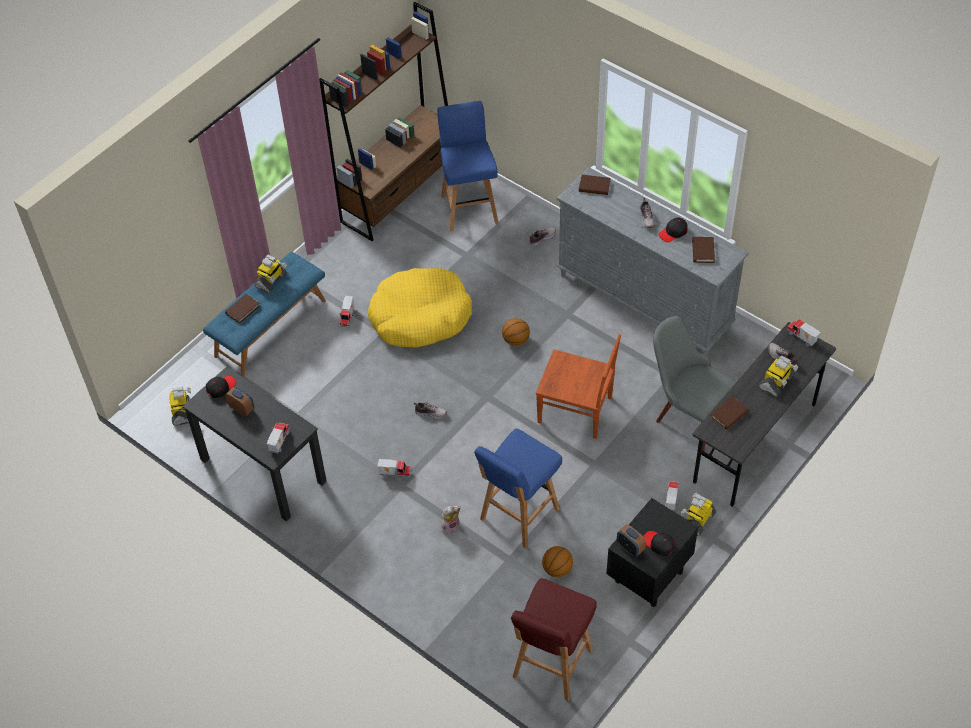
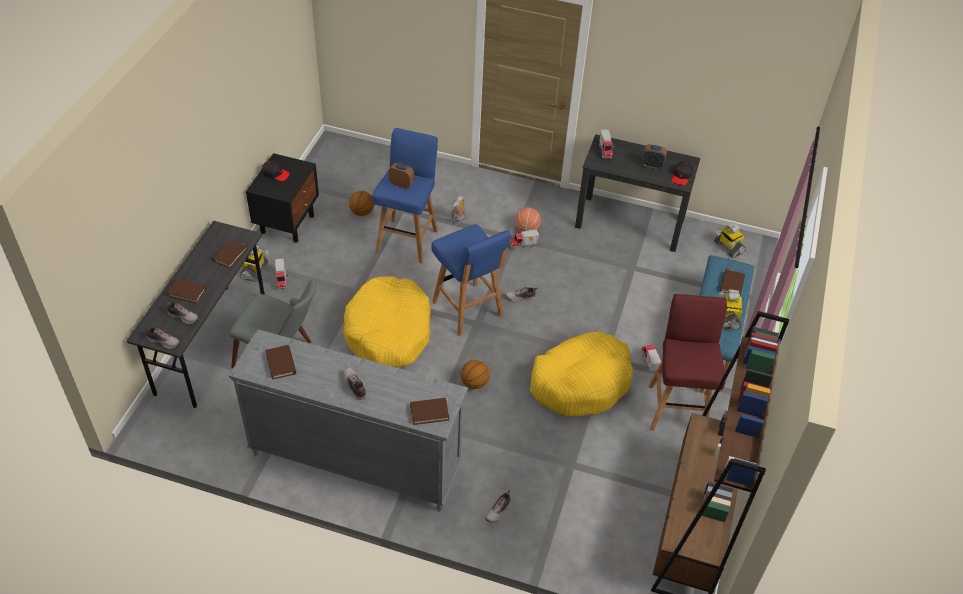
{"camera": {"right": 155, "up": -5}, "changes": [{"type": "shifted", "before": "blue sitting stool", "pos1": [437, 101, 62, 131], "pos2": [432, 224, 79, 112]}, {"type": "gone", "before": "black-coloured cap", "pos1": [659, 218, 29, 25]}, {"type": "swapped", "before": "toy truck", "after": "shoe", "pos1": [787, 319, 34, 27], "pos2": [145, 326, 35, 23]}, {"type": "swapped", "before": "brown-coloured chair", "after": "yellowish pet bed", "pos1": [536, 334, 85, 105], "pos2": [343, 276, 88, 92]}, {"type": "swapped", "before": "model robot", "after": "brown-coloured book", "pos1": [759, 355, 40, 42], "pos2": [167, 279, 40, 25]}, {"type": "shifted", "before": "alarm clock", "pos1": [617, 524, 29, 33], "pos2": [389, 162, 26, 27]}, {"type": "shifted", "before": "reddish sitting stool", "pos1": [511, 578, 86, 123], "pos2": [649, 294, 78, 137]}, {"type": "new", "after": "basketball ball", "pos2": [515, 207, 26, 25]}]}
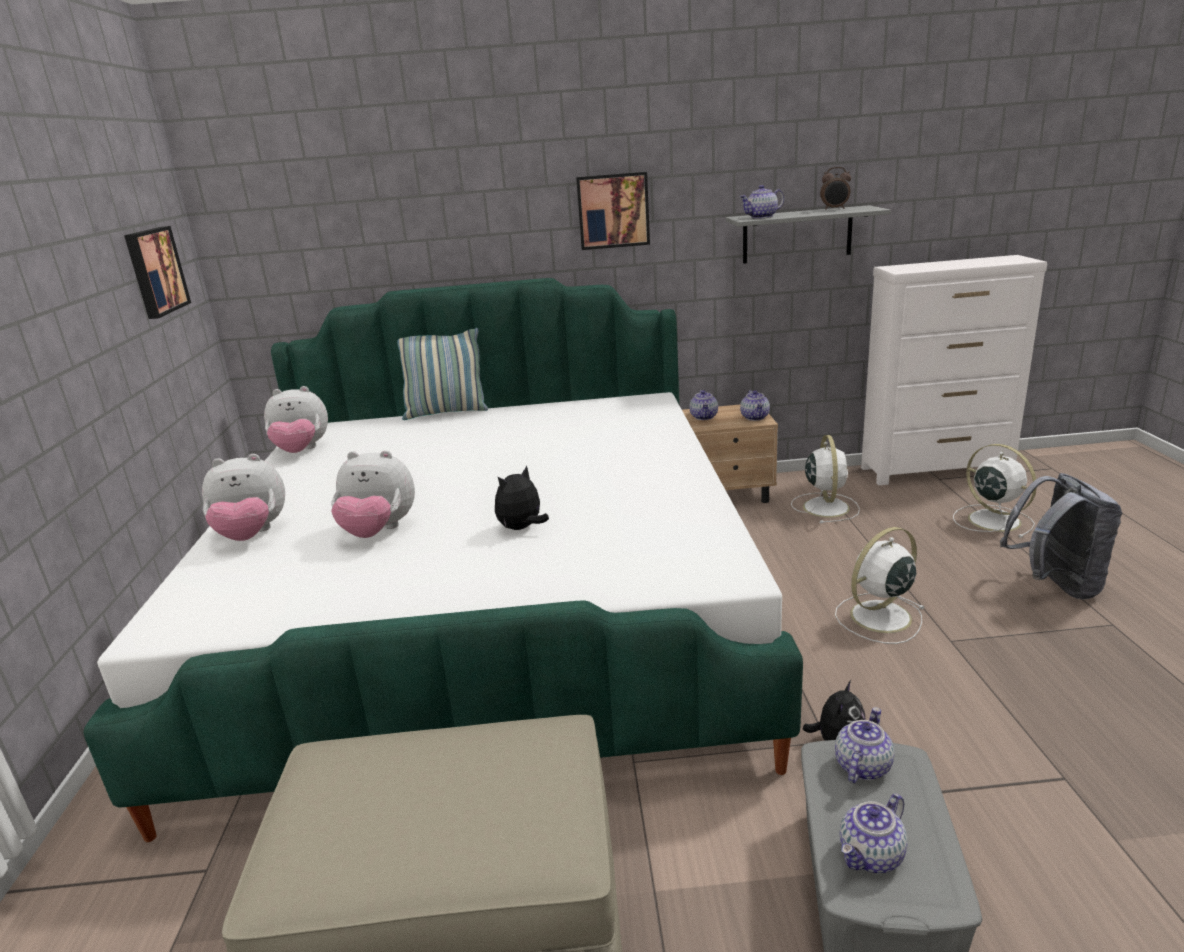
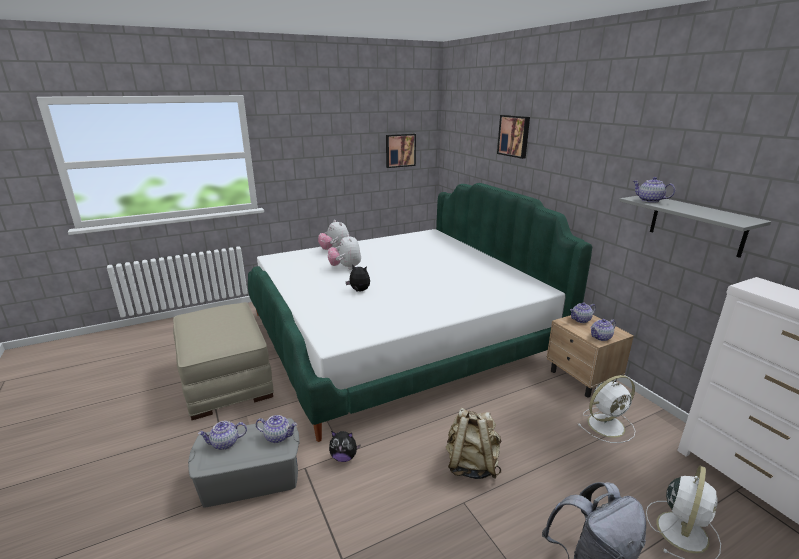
{"camera": {"right": 65, "up": 0}, "changes": [{"type": "gone", "before": "alarm clock", "pos1": [820, 167, 31, 43]}, {"type": "shifted", "before": "picture", "pos1": [576, 172, 74, 78], "pos2": [497, 115, 33, 44]}, {"type": "gone", "before": "pillow", "pos1": [397, 328, 91, 92]}, {"type": "gone", "before": "soft toy", "pos1": [264, 386, 64, 67]}, {"type": "swapped", "before": "white-coloured electric fan", "after": "beige knapsack", "pos1": [835, 527, 90, 117], "pos2": [446, 408, 55, 71]}, {"type": "rotated", "before": "teapot", "pos1": [840, 793, 67, 80], "pos2": [198, 421, 49, 29], "turn": -45}]}
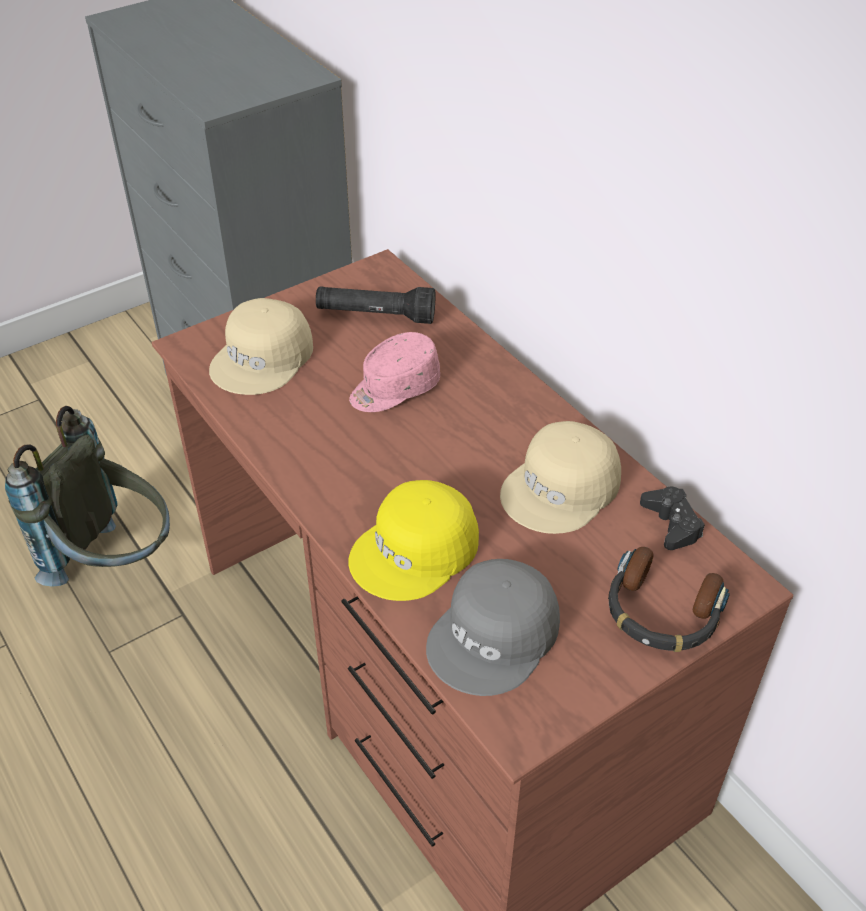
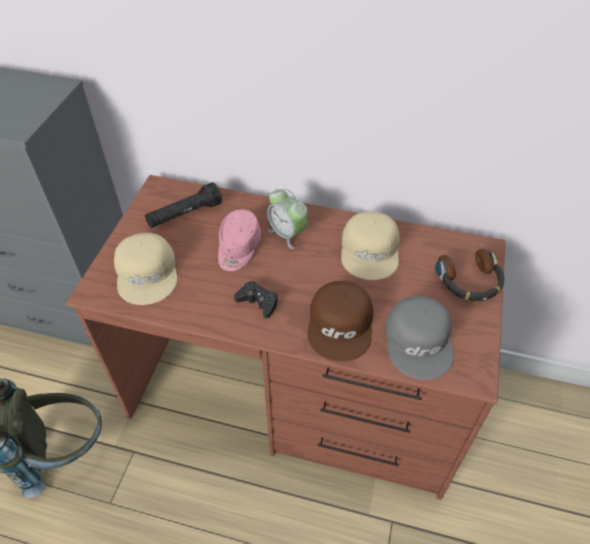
{"camera": {"right": -40, "up": 5}, "changes": [{"type": "repainted", "before": "yellowish cap", "after": "brown-coloured cap", "pos1": [348, 480, 131, 121], "pos2": [307, 281, 67, 81]}, {"type": "shifted", "before": "black-coloured game controller", "pos1": [640, 487, 65, 63], "pos2": [234, 281, 44, 37]}, {"type": "new", "after": "alarm clock", "pos2": [267, 189, 41, 60]}]}
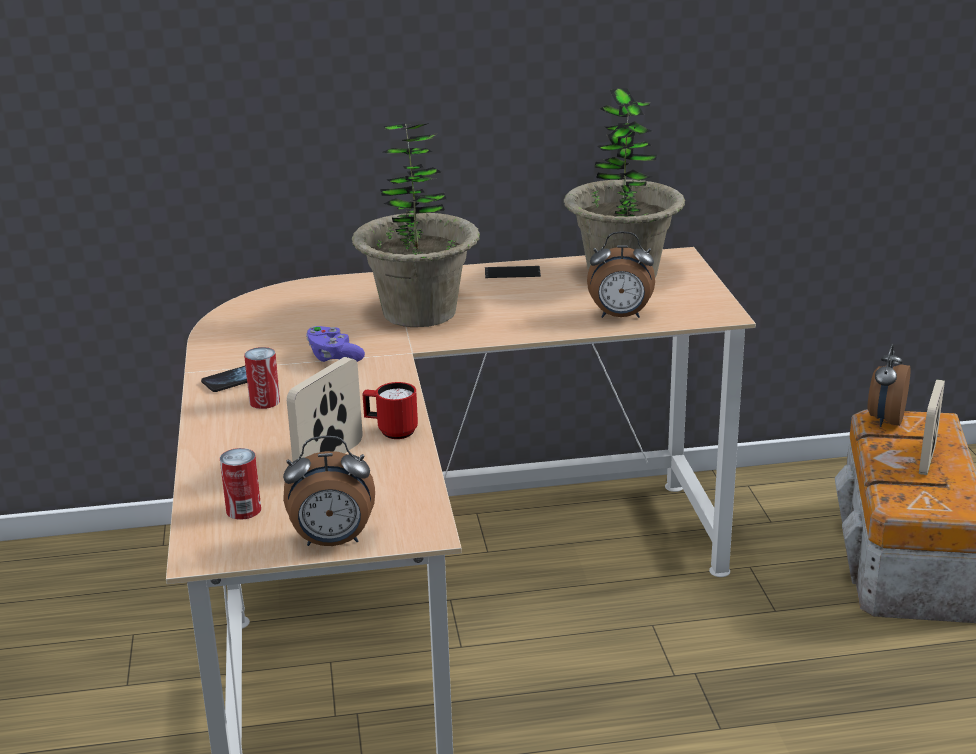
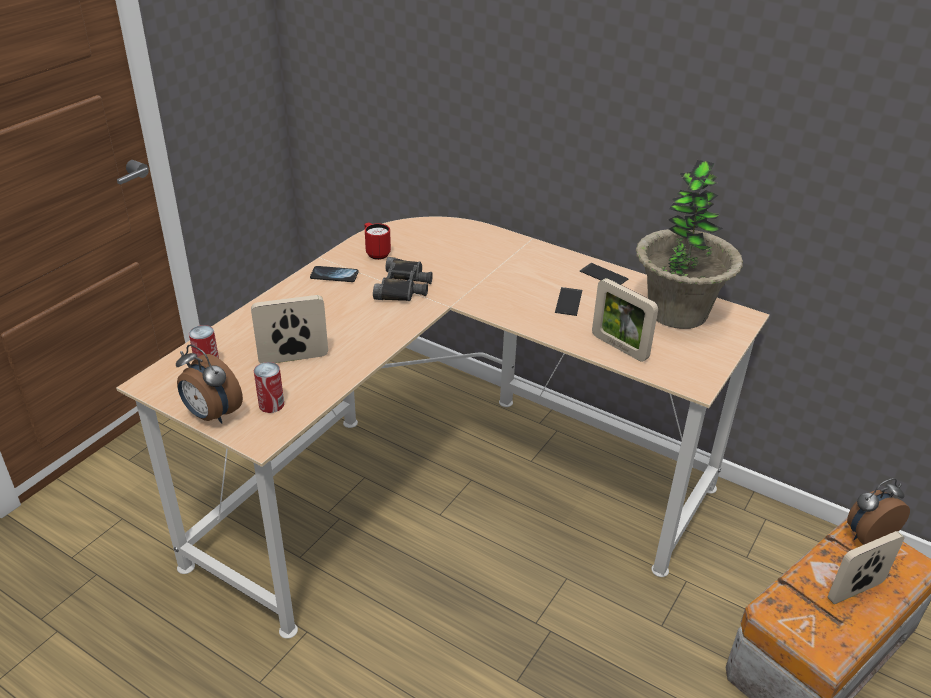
{"camera": {"right": 40, "up": 10}, "changes": [{"type": "gone", "before": "potted plant", "pos1": [352, 123, 128, 204]}, {"type": "swapped", "before": "alarm clock", "after": "photo frame", "pos1": [587, 231, 68, 87], "pos2": [592, 278, 66, 84]}, {"type": "swapped", "before": "purple-coloured game controller", "after": "black-coloured field glasses", "pos1": [306, 326, 59, 36], "pos2": [373, 257, 60, 44]}, {"type": "shifted", "before": "metal can", "pos1": [244, 347, 36, 62], "pos2": [254, 362, 30, 51]}, {"type": "shifted", "before": "reddish coffee mug", "pos1": [362, 382, 56, 57], "pos2": [364, 222, 27, 38]}, {"type": "new", "after": "phone", "pos2": [555, 287, 27, 29]}]}
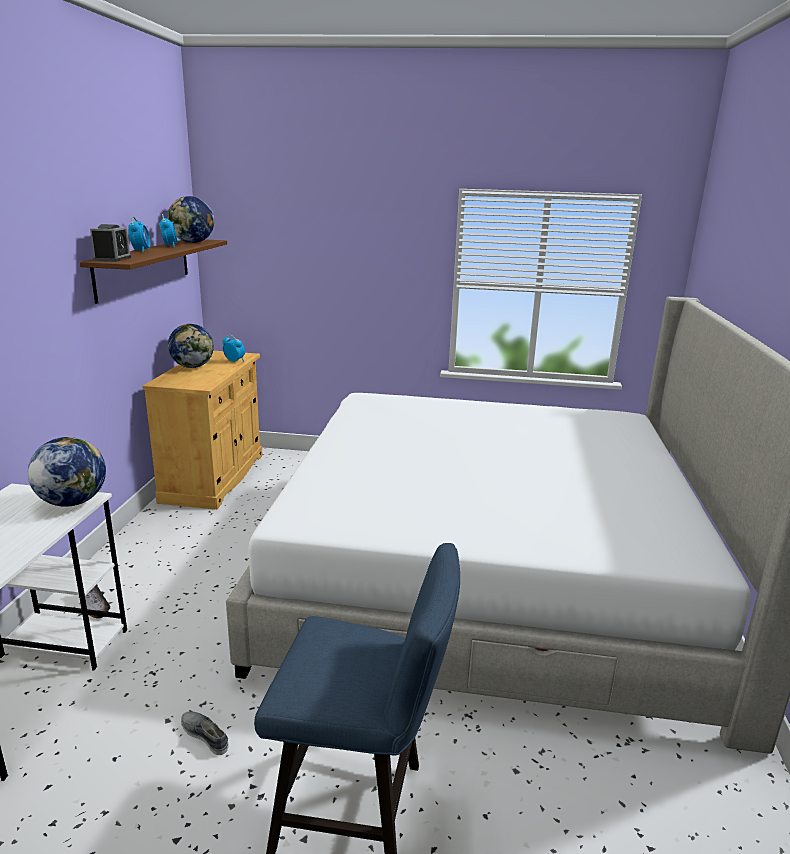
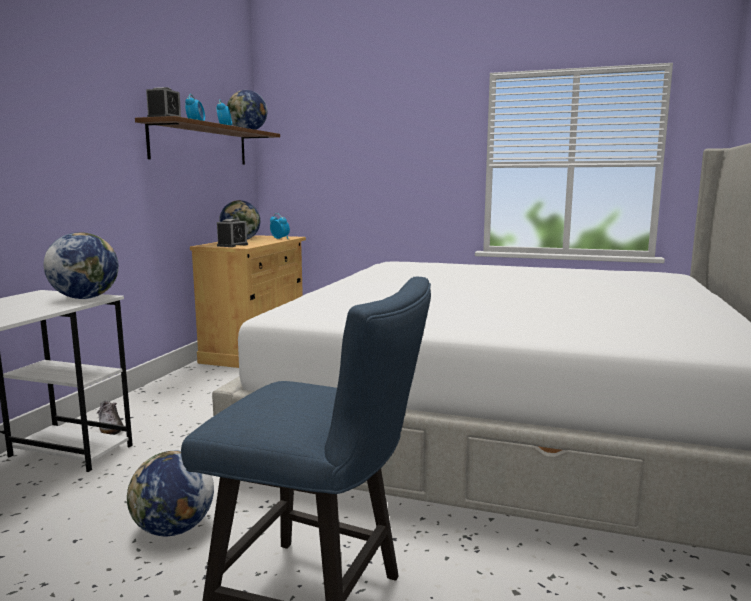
{"camera": {"right": 10, "up": -10}, "changes": [{"type": "swapped", "before": "grey shoe", "after": "globe", "pos1": [181, 711, 48, 44], "pos2": [127, 451, 87, 85]}, {"type": "new", "after": "alarm clock", "pos2": [217, 219, 31, 28]}]}
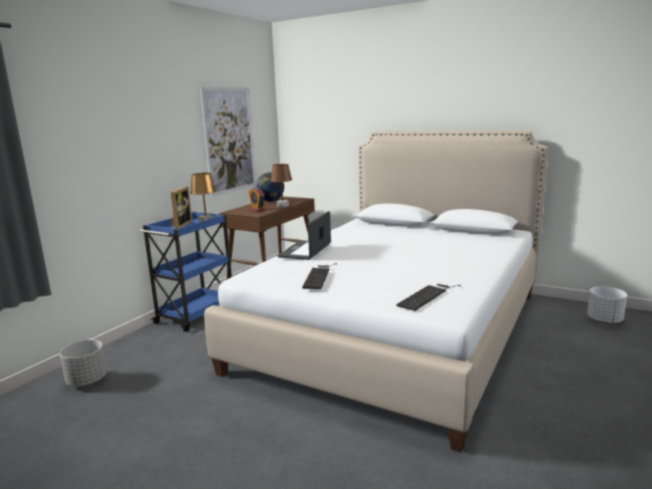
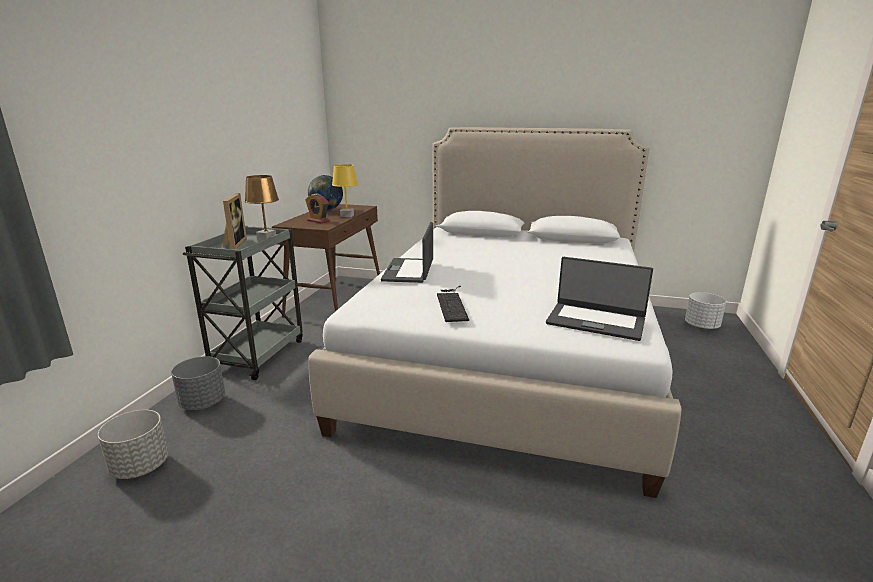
{"camera": {"right": -15, "up": 5}, "changes": [{"type": "gone", "before": "picture", "pos1": [200, 87, 56, 109]}, {"type": "repainted", "before": "brown-coloured table lamp", "after": "yellowish table lamp", "pos1": [271, 164, 21, 43], "pos2": [332, 164, 26, 53]}, {"type": "repainted", "before": "blue wheeled cart", "after": "grey wheeled cart", "pos1": [140, 212, 92, 120], "pos2": [183, 226, 120, 154]}, {"type": "swapped", "before": "computer keyboard", "after": "portable computer", "pos1": [396, 284, 65, 27], "pos2": [546, 257, 107, 84]}, {"type": "new", "after": "grey planter", "pos2": [171, 356, 54, 54]}]}
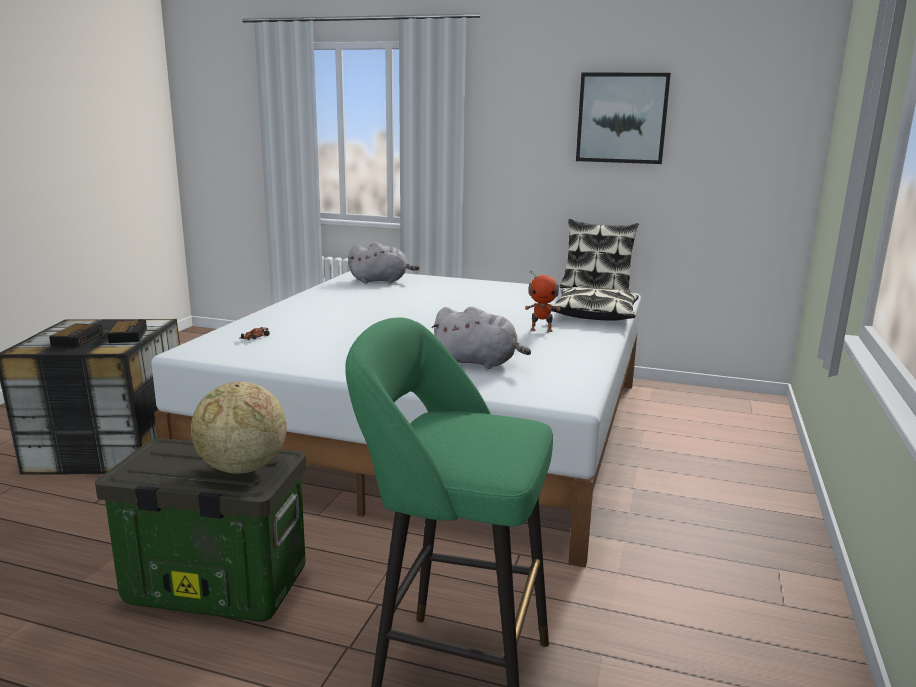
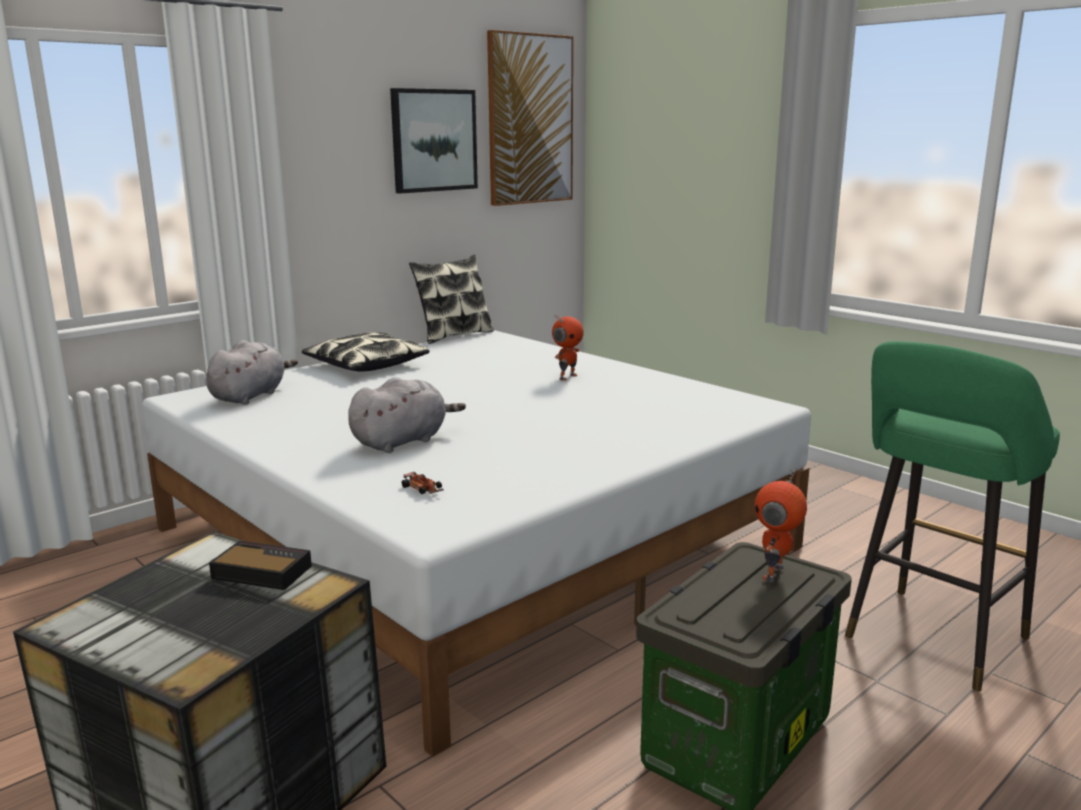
{"camera": {"right": -60, "up": 0}, "changes": [{"type": "shifted", "before": "pillow", "pos1": [551, 287, 88, 34], "pos2": [302, 332, 128, 40]}, {"type": "shifted", "before": "grey soft toy", "pos1": [431, 307, 100, 62], "pos2": [348, 377, 118, 76]}, {"type": "gone", "before": "alarm clock", "pos1": [49, 324, 54, 23]}, {"type": "swapped", "before": "globe", "after": "model robot", "pos1": [191, 382, 96, 92], "pos2": [755, 468, 52, 114]}, {"type": "new", "after": "picture", "pos2": [487, 30, 86, 176]}]}
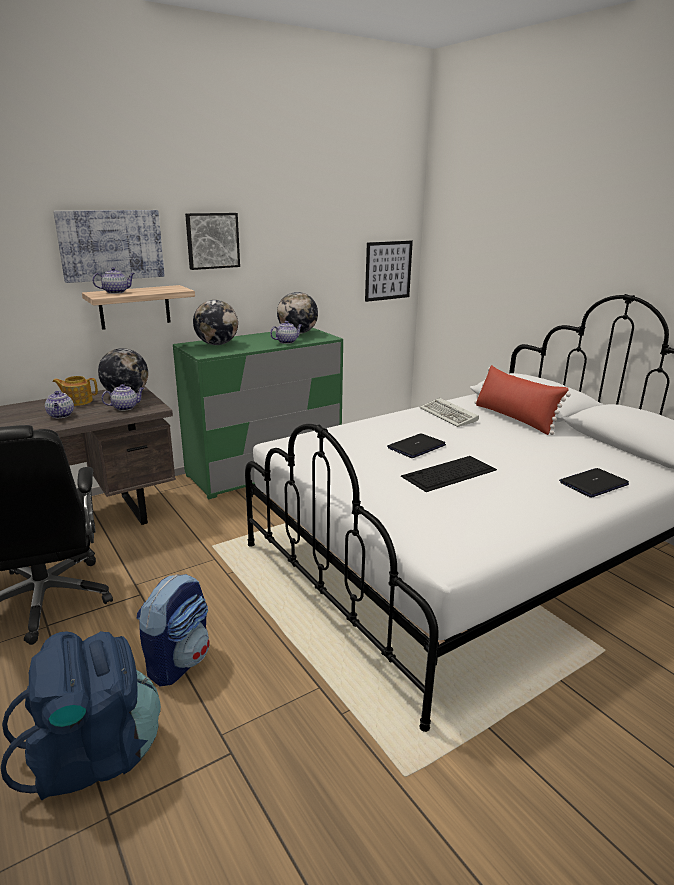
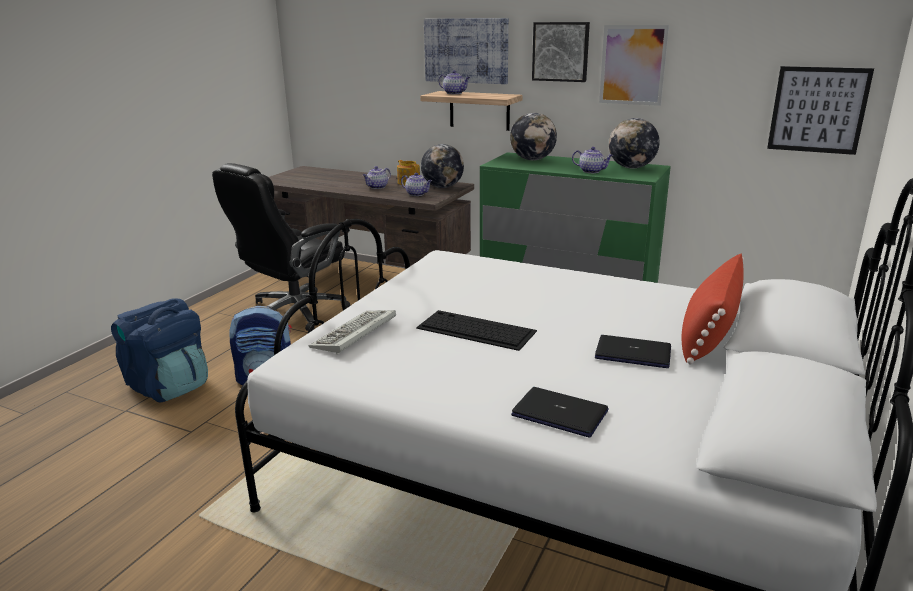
{"camera": {"right": 60, "up": 0}, "changes": [{"type": "shifted", "before": "computer keyboard", "pos1": [420, 398, 59, 29], "pos2": [309, 310, 87, 44]}, {"type": "shifted", "before": "portable computer", "pos1": [387, 433, 59, 25], "pos2": [595, 335, 76, 33]}, {"type": "new", "after": "picture", "pos2": [599, 25, 70, 81]}]}
